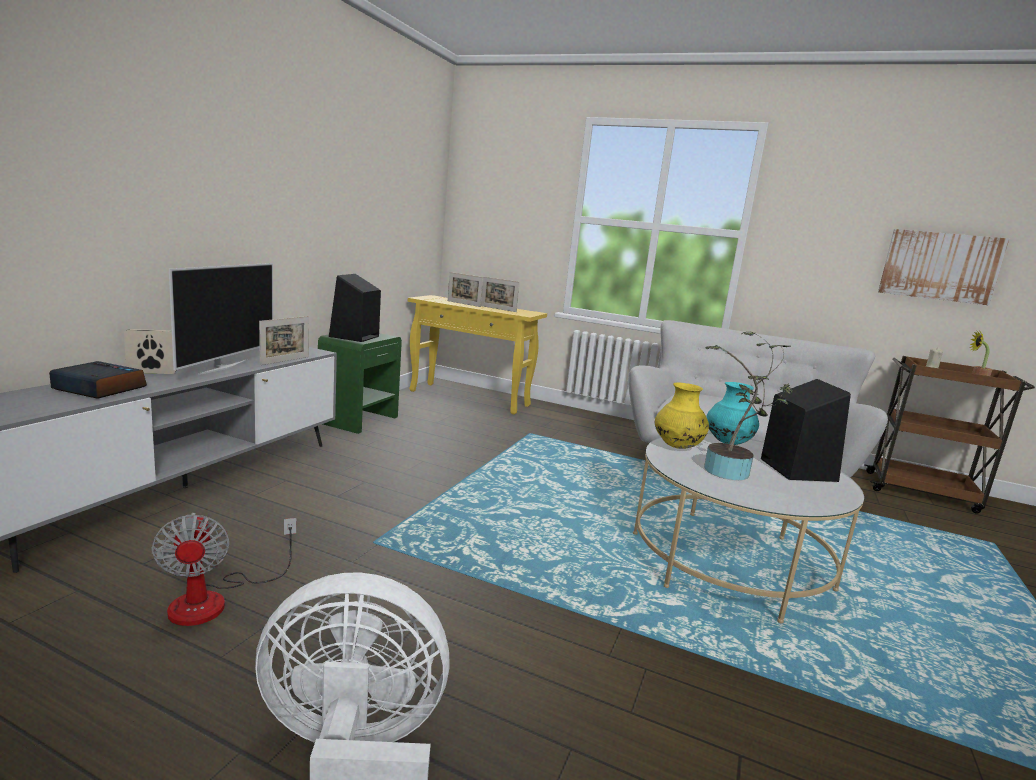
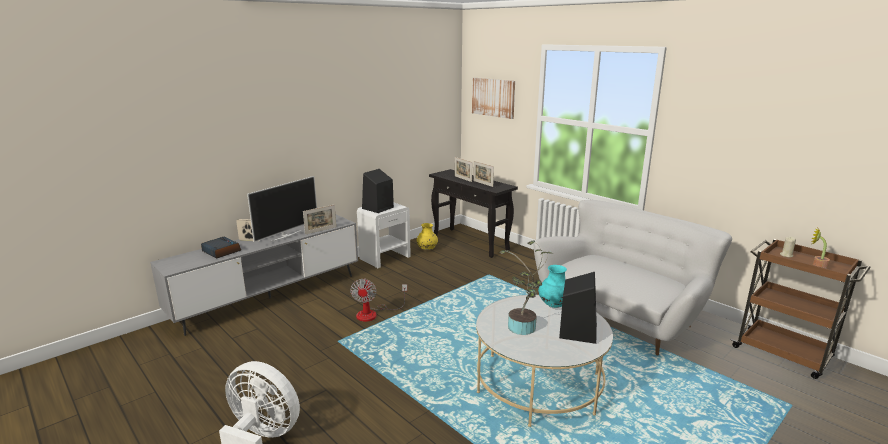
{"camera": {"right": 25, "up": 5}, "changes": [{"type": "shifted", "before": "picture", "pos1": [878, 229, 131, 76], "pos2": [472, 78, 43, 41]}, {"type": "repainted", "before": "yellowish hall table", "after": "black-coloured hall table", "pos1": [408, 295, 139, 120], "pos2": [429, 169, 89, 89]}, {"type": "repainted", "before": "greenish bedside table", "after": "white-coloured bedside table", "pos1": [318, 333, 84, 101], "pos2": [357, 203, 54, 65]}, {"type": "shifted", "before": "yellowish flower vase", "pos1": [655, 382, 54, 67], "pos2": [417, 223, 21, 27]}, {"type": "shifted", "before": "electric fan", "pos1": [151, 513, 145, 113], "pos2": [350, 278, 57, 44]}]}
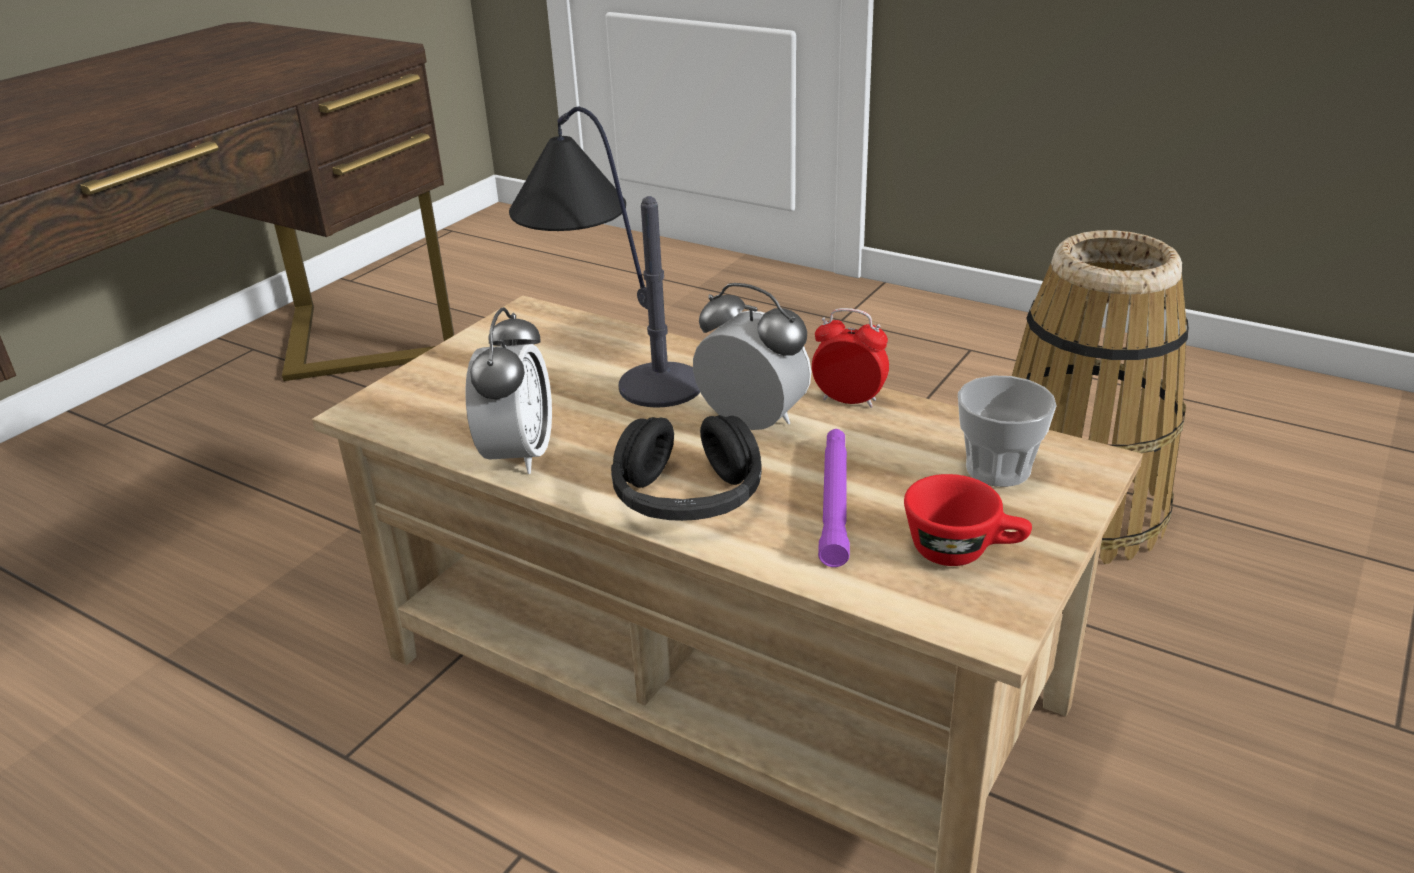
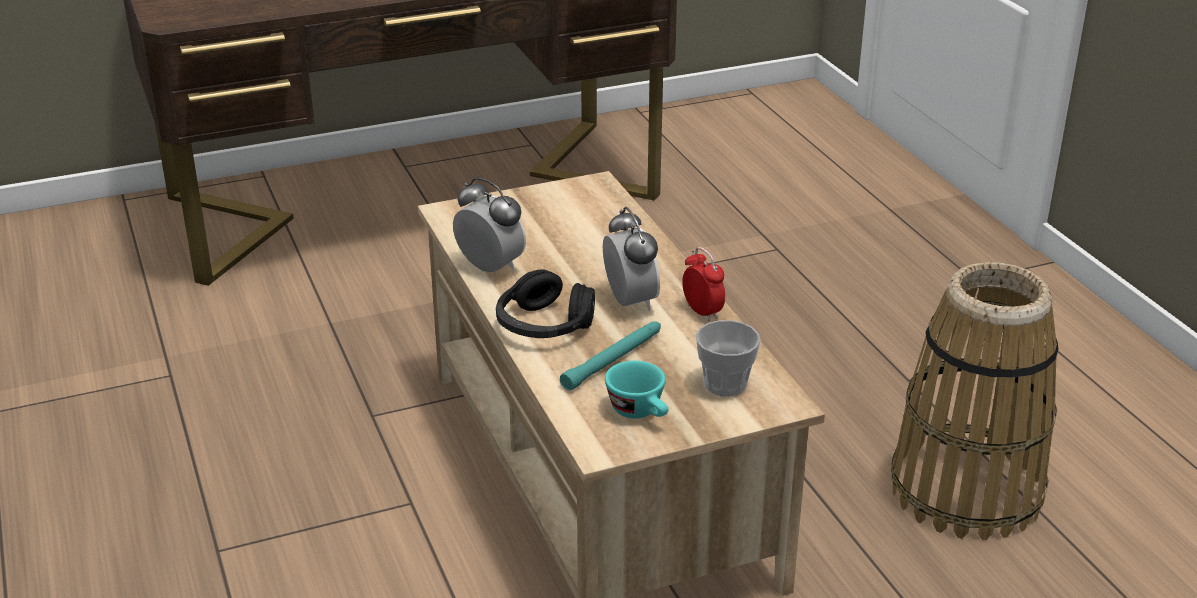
{"camera": {"right": 35, "up": 0}, "changes": [{"type": "gone", "before": "table lamp", "pos1": [509, 106, 191, 302]}, {"type": "rotated", "before": "alarm clock", "pos1": [465, 307, 87, 167], "pos2": [453, 177, 73, 95], "turn": -90}, {"type": "repainted", "before": "purple-coloured hand torch", "after": "turquoise-coloured hand torch", "pos1": [818, 429, 32, 138], "pos2": [560, 321, 101, 70]}, {"type": "repainted", "before": "reddish cup", "after": "turquoise-coloured cup", "pos1": [904, 474, 128, 92], "pos2": [605, 361, 63, 58]}]}
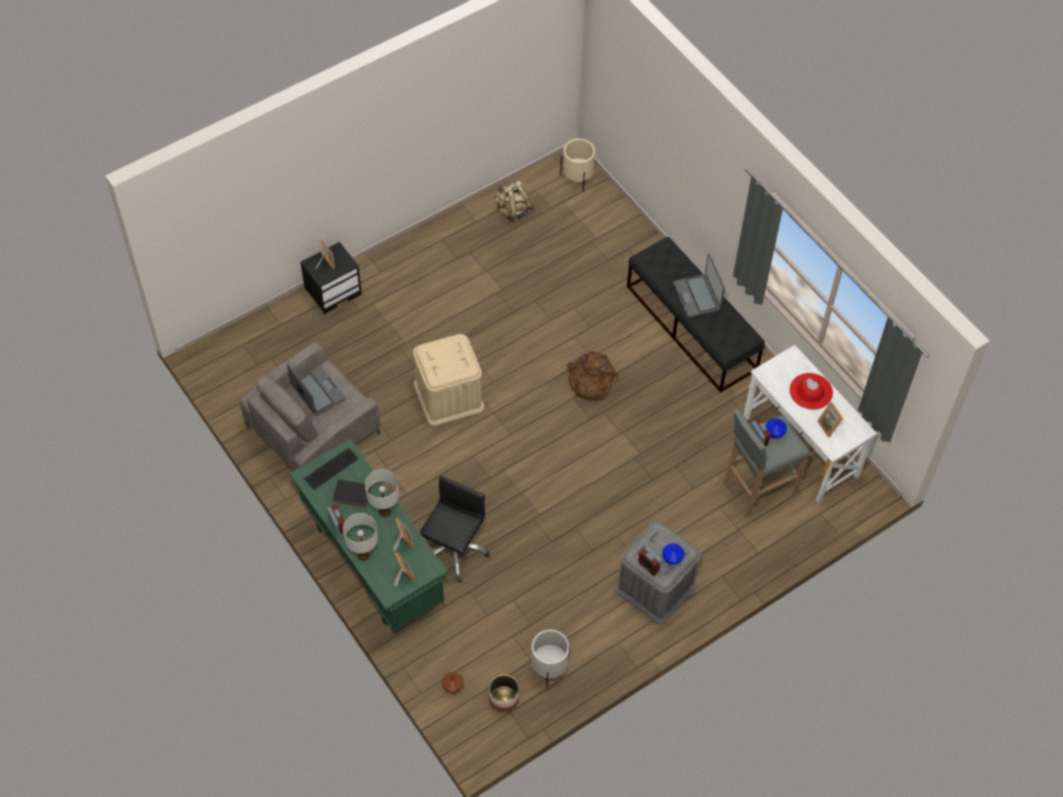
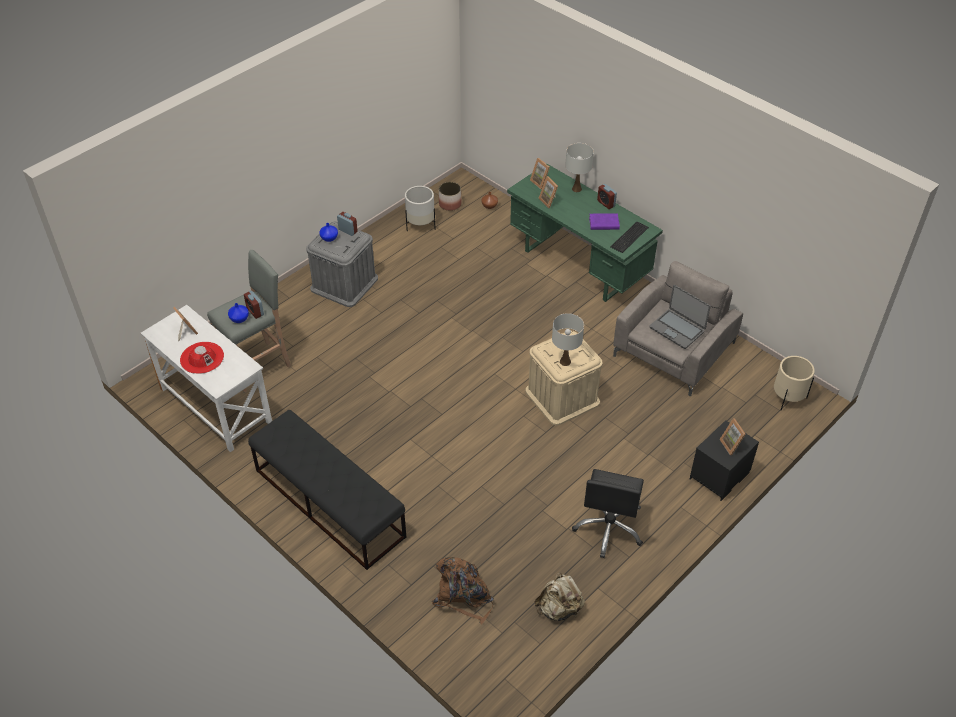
{"camera": {"right": 170, "up": -10}, "changes": [{"type": "shifted", "before": "beige planter", "pos1": [560, 139, 35, 53], "pos2": [774, 356, 41, 54]}, {"type": "gone", "before": "portable computer", "pos1": [673, 254, 52, 64]}, {"type": "shifted", "before": "brown-coloured knapsack", "pos1": [567, 351, 52, 50], "pos2": [432, 557, 62, 67]}, {"type": "shifted", "before": "white-coloured table lamp", "pos1": [365, 469, 34, 49], "pos2": [552, 313, 32, 53]}, {"type": "shifted", "before": "black-coloured computer chair", "pos1": [419, 475, 71, 107], "pos2": [572, 469, 72, 89]}, {"type": "repainted", "before": "black-coloured book", "after": "purple-coloured book", "pos1": [333, 480, 38, 27], "pos2": [589, 213, 31, 17]}]}
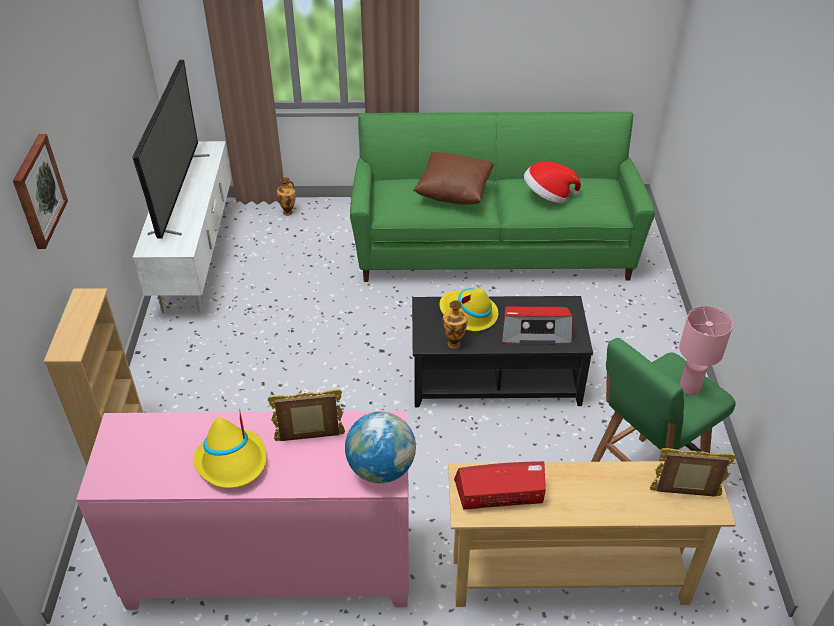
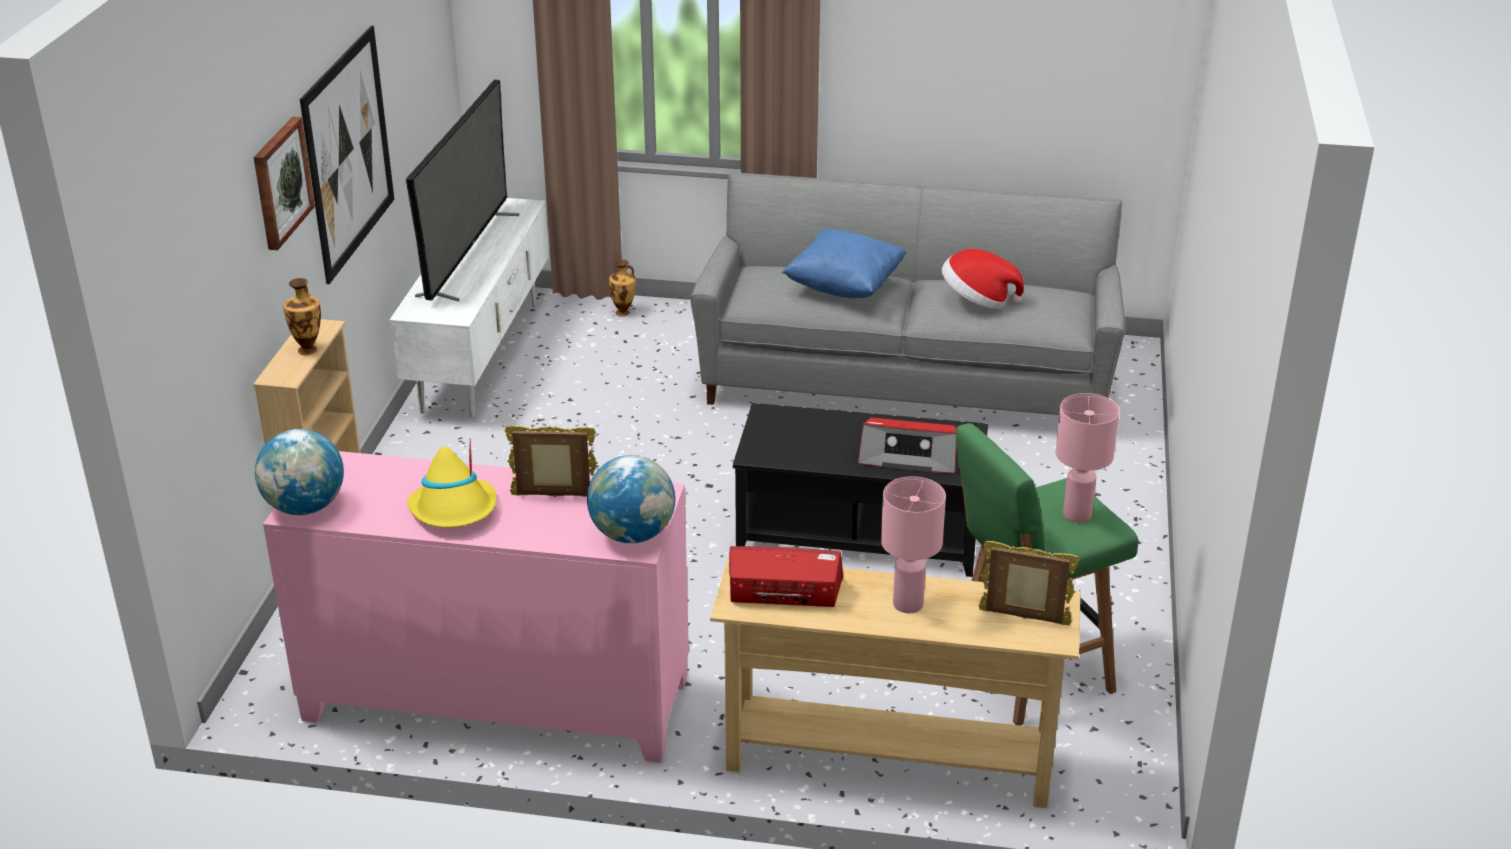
{"camera": {"right": 10, "up": -10}, "changes": [{"type": "repainted", "before": "greenish settee", "after": "grey settee", "pos1": [350, 112, 305, 170], "pos2": [691, 172, 434, 243]}, {"type": "repainted", "before": "brown-coloured pillow", "after": "blue pillow", "pos1": [413, 152, 81, 53], "pos2": [782, 229, 125, 69]}, {"type": "gone", "before": "yellowish wearable hat", "pos1": [439, 288, 59, 43]}, {"type": "shifted", "before": "flower vase", "pos1": [443, 300, 25, 49], "pos2": [283, 278, 38, 77]}, {"type": "new", "after": "picture", "pos2": [300, 26, 94, 258]}, {"type": "new", "after": "globe", "pos2": [255, 429, 89, 86]}, {"type": "new", "after": "pink-coloured table lamp", "pos2": [881, 476, 65, 137]}]}
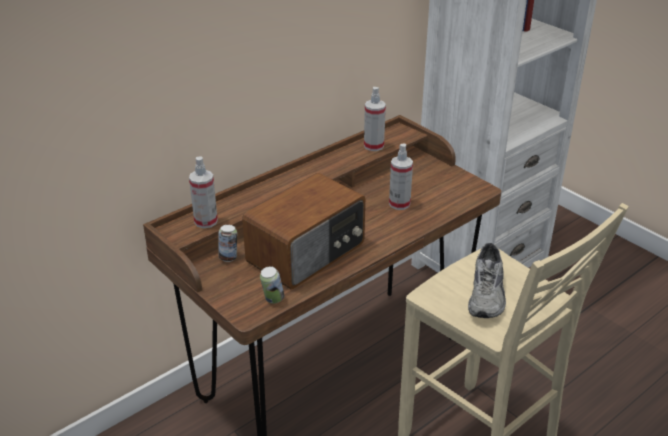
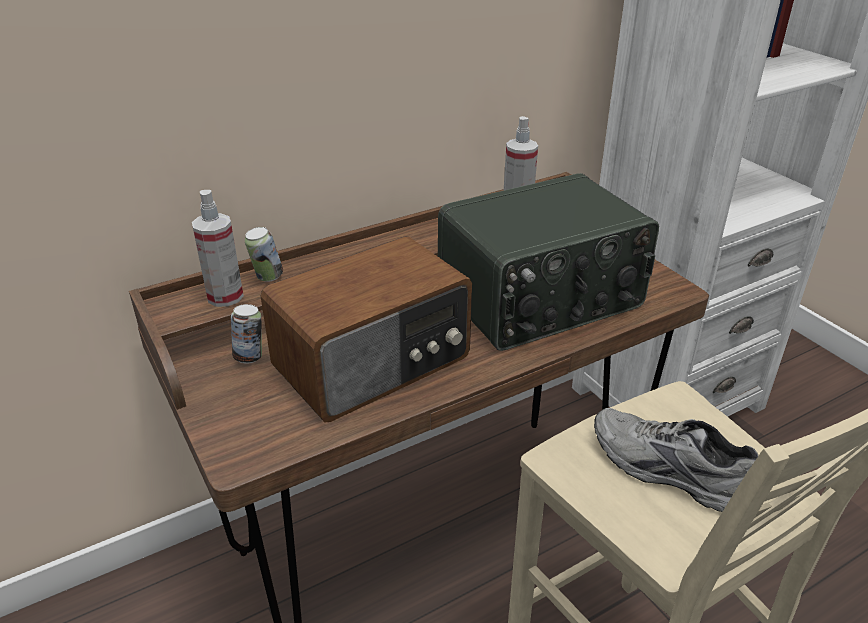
{"camera": {"right": 10, "up": 0}, "changes": [{"type": "swapped", "before": "hand sprayer", "after": "radio receiver", "pos1": [389, 144, 24, 66], "pos2": [438, 173, 221, 178]}, {"type": "rotated", "before": "grey shoe", "pos1": [468, 243, 38, 75], "pos2": [594, 408, 164, 104], "turn": 105}, {"type": "shifted", "before": "metal can", "pos1": [260, 266, 24, 38], "pos2": [245, 227, 38, 55]}]}
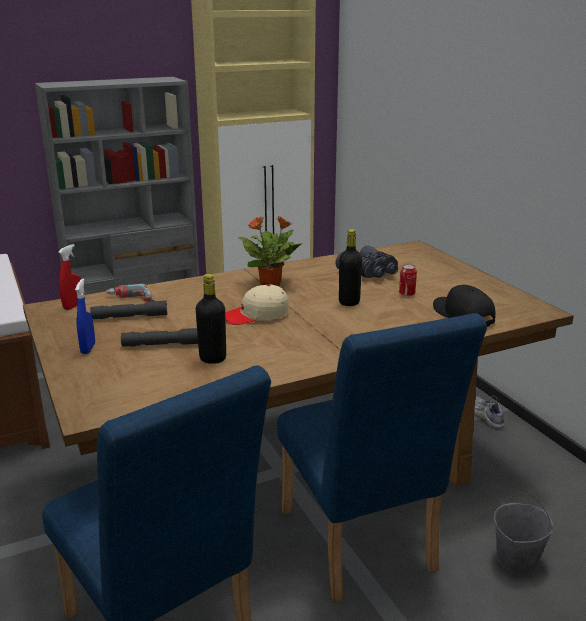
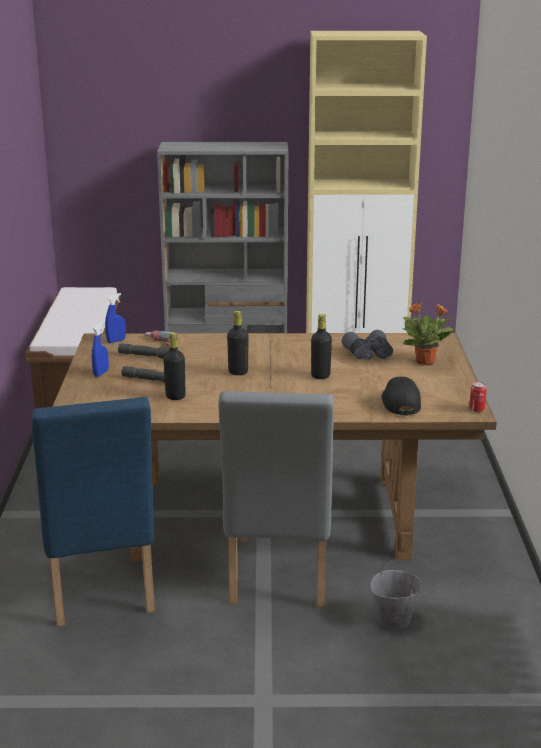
{"camera": {"right": 25, "up": 0}, "changes": [{"type": "shifted", "before": "potted plant", "pos1": [239, 216, 62, 70], "pos2": [402, 302, 52, 63]}, {"type": "repainted", "before": "reddish hand sprayer", "after": "blue hand sprayer", "pos1": [58, 244, 23, 66], "pos2": [105, 293, 21, 50]}, {"type": "shifted", "before": "metal can", "pos1": [399, 264, 18, 32], "pos2": [469, 382, 18, 30]}, {"type": "swapped", "before": "beige cap", "after": "black-coloured drink bottle", "pos1": [225, 284, 64, 41], "pos2": [227, 311, 21, 64]}, {"type": "repainted", "before": "blue chair", "after": "grey chair", "pos1": [277, 313, 210, 290], "pos2": [219, 391, 115, 217]}, {"type": "gone", "before": "shoe", "pos1": [474, 395, 30, 33]}]}
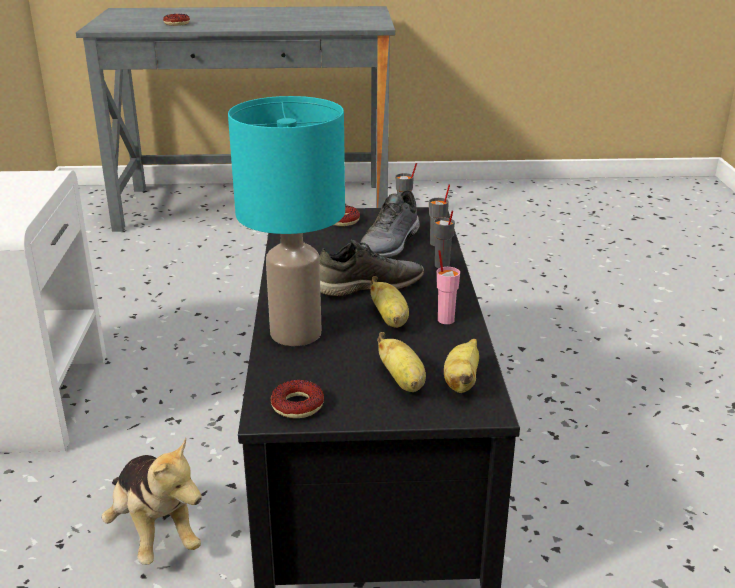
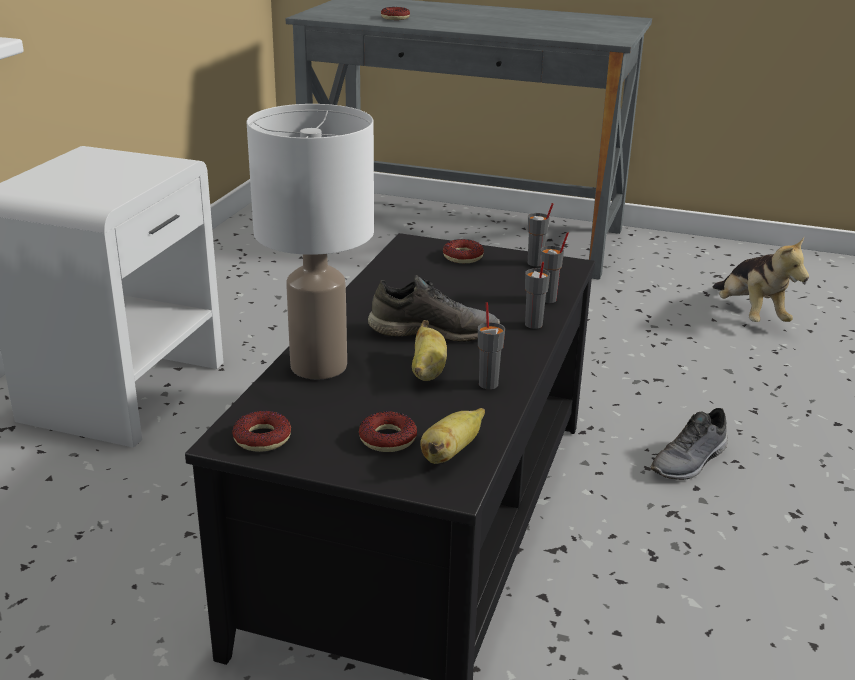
{"camera": {"right": 20, "up": 0}, "changes": [{"type": "repainted", "before": "turquoise-coloured table lamp", "after": "white-coloured table lamp", "pos1": [228, 96, 117, 250], "pos2": [246, 104, 128, 276]}, {"type": "shifted", "before": "grey shoe", "pos1": [360, 190, 60, 68], "pos2": [651, 408, 77, 72]}, {"type": "repainted", "before": "pink-coloured cup", "after": "grey cup", "pos1": [437, 250, 23, 74], "pos2": [478, 302, 27, 87]}, {"type": "swapped", "before": "banana fruit", "after": "ring doughnut", "pos1": [377, 332, 49, 60], "pos2": [359, 411, 58, 41]}, {"type": "shifted", "before": "soft toy", "pos1": [102, 437, 100, 128], "pos2": [713, 237, 96, 85]}]}
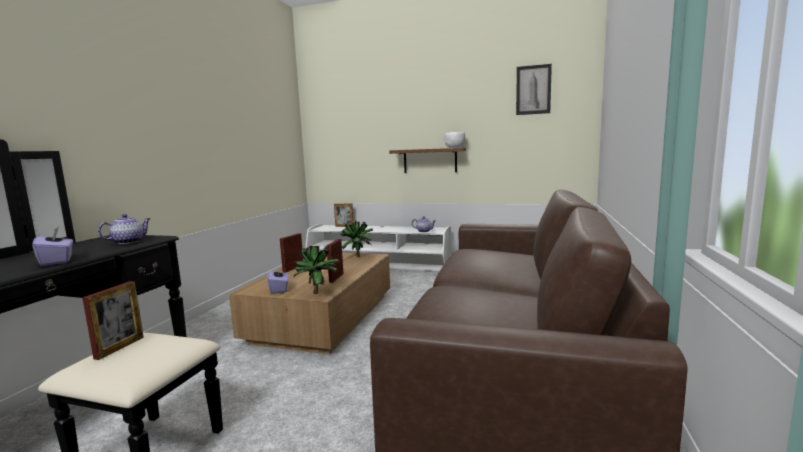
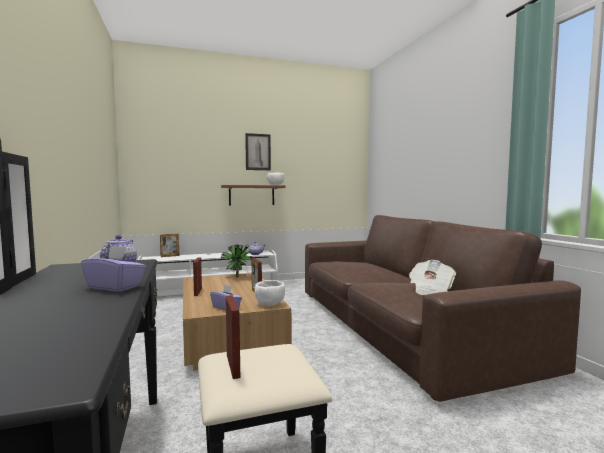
{"camera": {"right": -35, "up": -5}, "changes": [{"type": "shifted", "before": "picture", "pos1": [516, 64, 36, 51], "pos2": [245, 133, 26, 37]}, {"type": "swapped", "before": "potted plant", "after": "white-coloured serving bowl", "pos1": [292, 246, 48, 48], "pos2": [255, 280, 30, 26]}, {"type": "new", "after": "printed paper", "pos2": [409, 260, 47, 35]}]}
